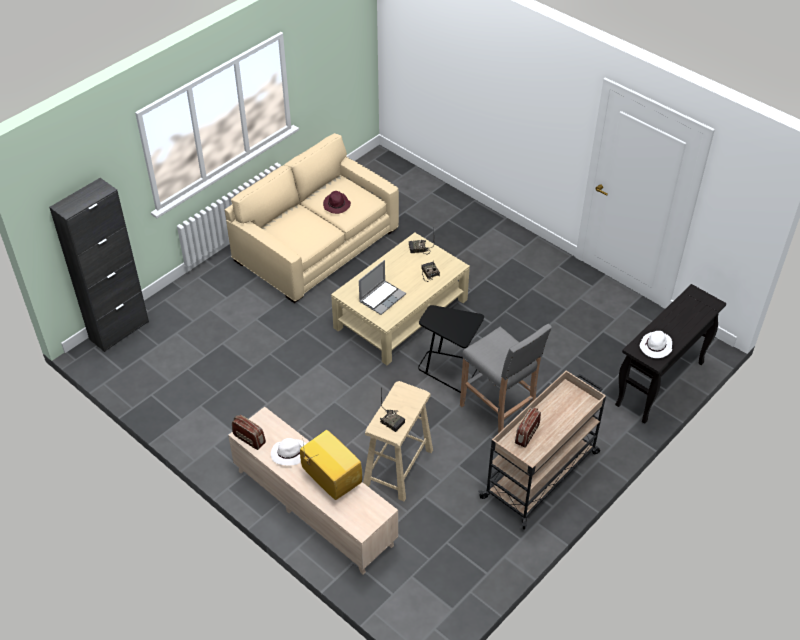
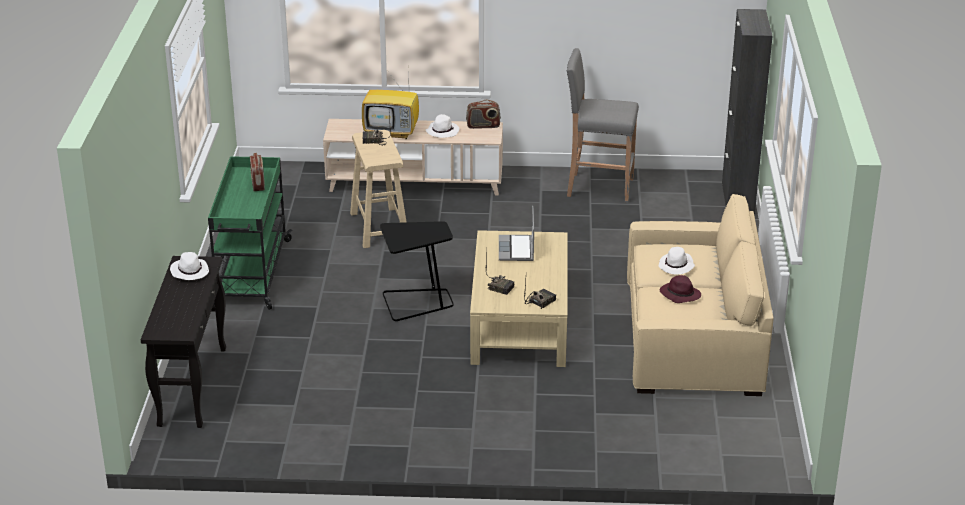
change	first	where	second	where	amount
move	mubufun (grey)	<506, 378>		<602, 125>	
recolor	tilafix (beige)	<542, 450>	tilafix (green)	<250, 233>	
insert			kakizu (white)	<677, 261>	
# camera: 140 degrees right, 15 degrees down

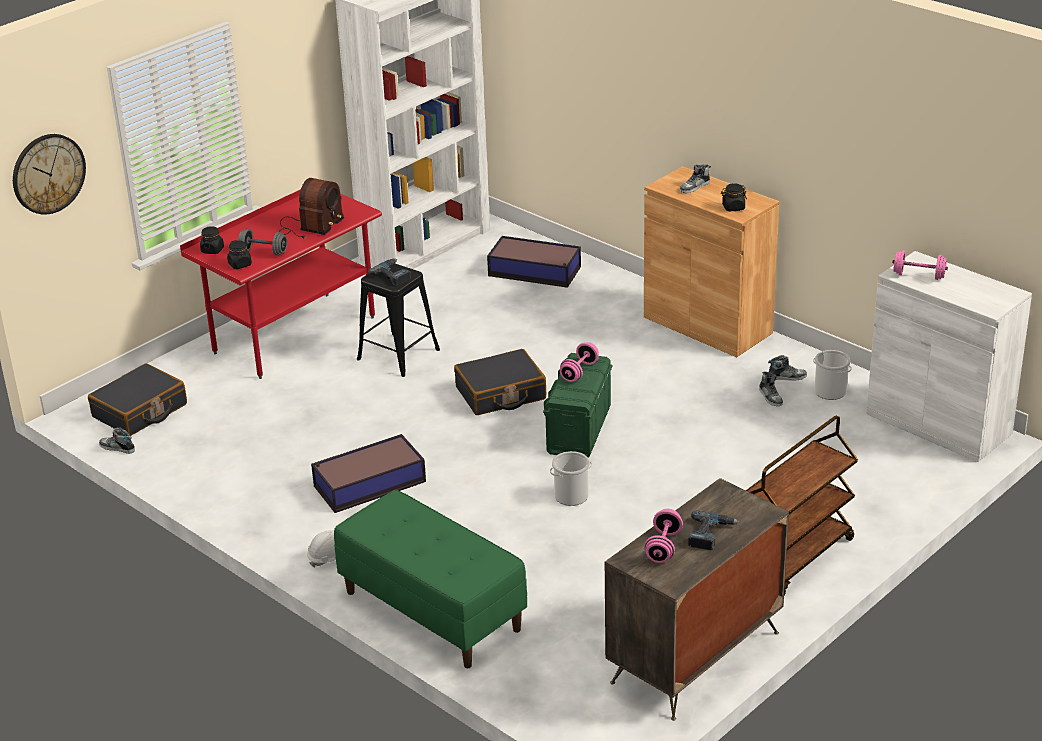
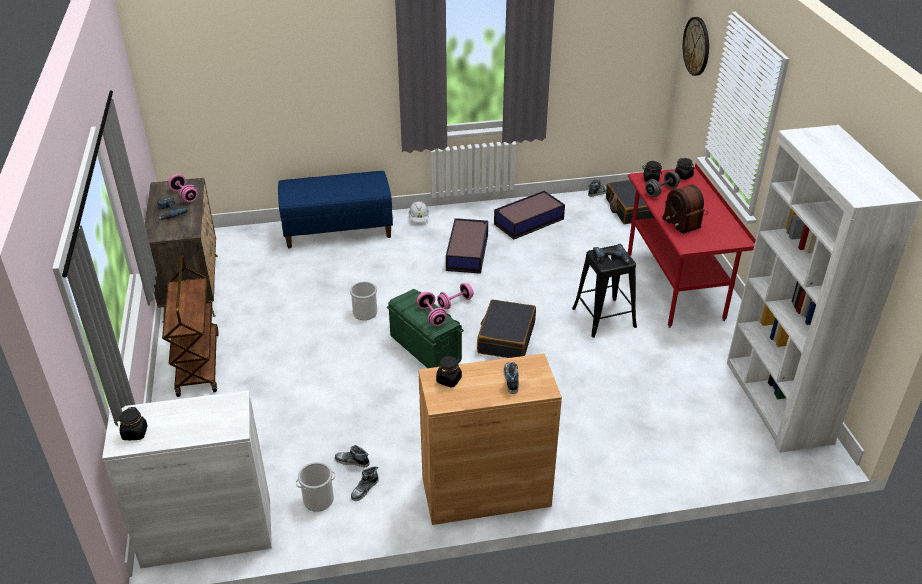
change	first	where	second	where	amount
recolor	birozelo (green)	<430, 579>	birozelo (blue)	<335, 209>	
move	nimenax	<534, 262>		<529, 215>	
move	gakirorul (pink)	<920, 265>		<455, 296>	
insert			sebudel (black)	<134, 423>	
# camera: 125 degrees right, 5 degrees up

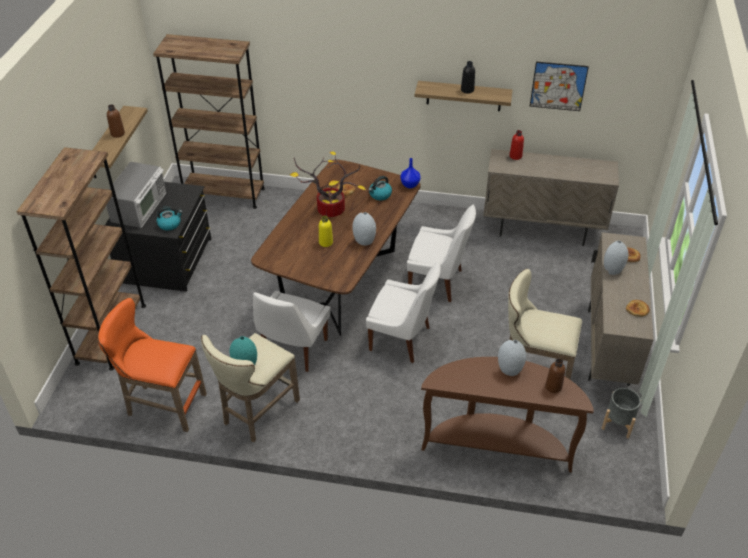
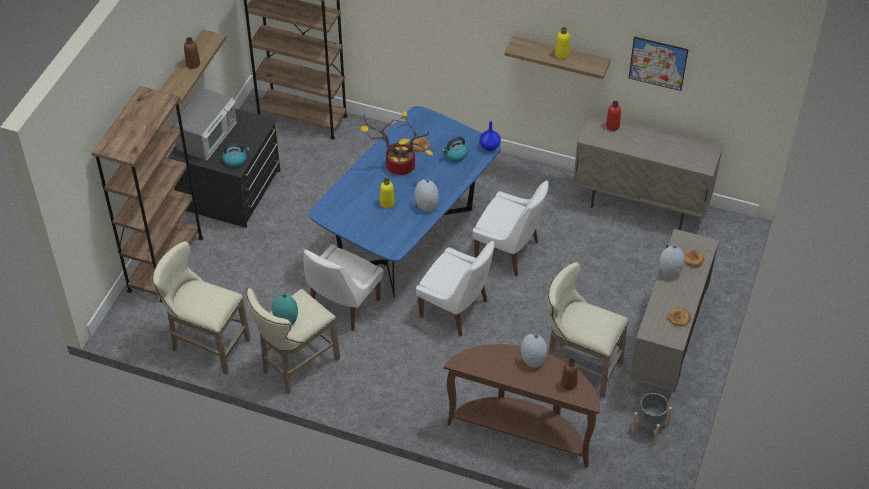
change	first	where	second	where	amount
recolor	mubufun (orange)	<152, 365>	mubufun (beige)	<201, 308>	
recolor	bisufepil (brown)	<336, 248>	bisufepil (blue)	<405, 201>	
recolor	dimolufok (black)	<468, 77>	dimolufok (yellow)	<562, 43>	
# camera: 10 degrees right, 5 degrees up

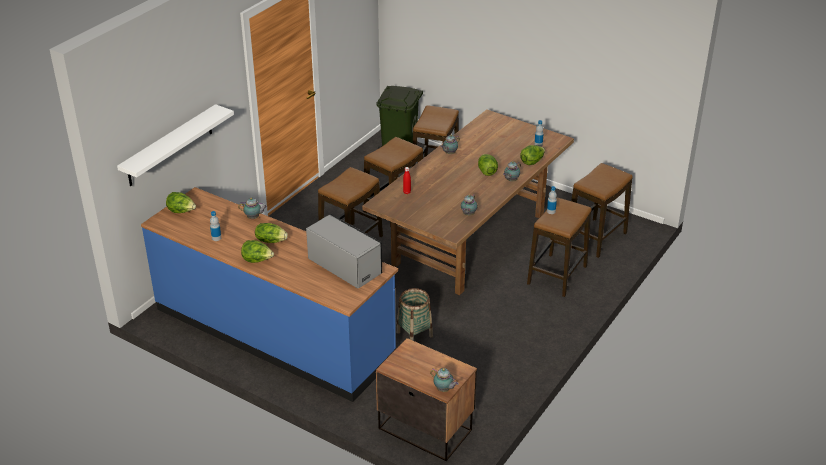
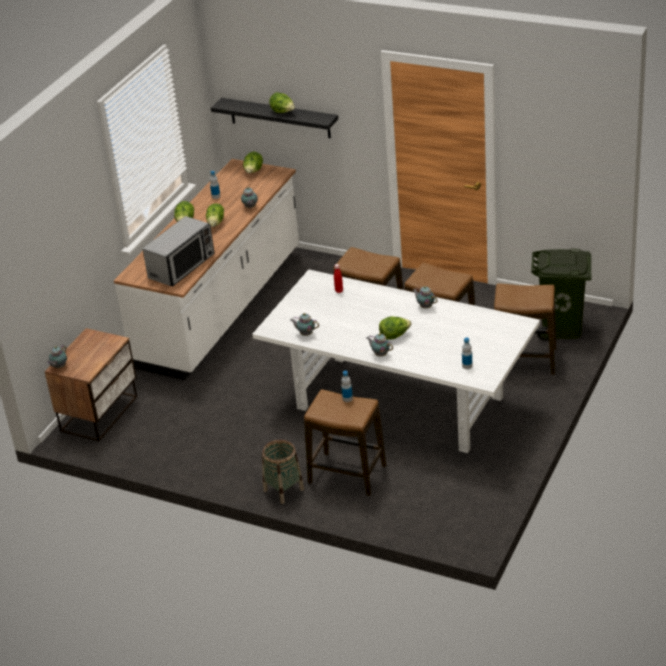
change	first	where	second	where	amount
recolor	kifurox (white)	<175, 145>	kifurox (black)	<274, 118>	
recolor	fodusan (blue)	<269, 294>	fodusan (white)	<206, 269>	
recolor	bisufepil (brown)	<468, 202>	bisufepil (white)	<396, 361>	
move	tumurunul	<414, 314>		<283, 472>	
move	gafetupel	<532, 155>		<282, 102>	
delete	mubufun	<602, 210>			
# camera: 85 degrees right, 0 degrees up

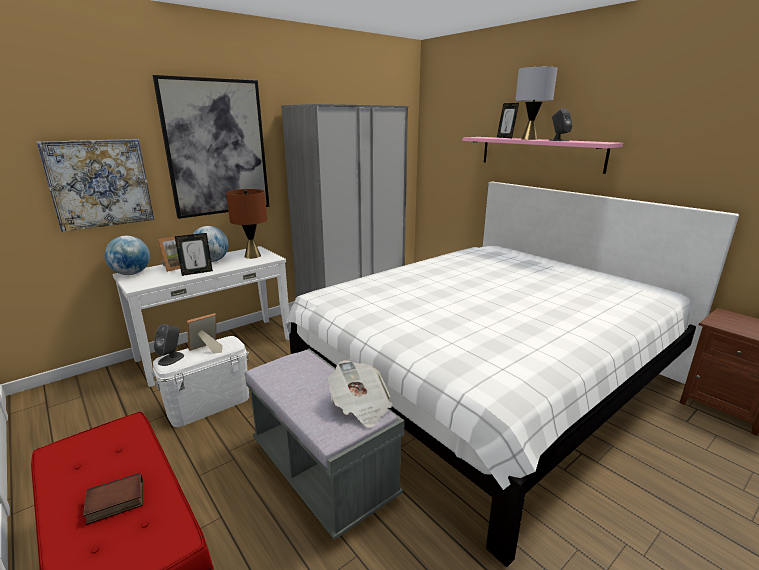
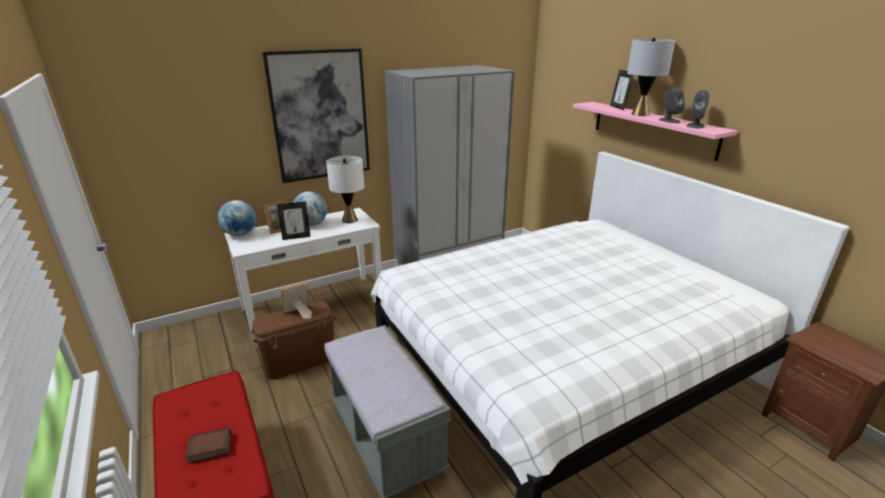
change	first	where	second	where	amount
delete	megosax	<95, 185>			
recolor	nimenax (white)	<200, 381>	nimenax (brown)	<293, 340>	
move	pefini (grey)	<169, 345>		<698, 109>	
recolor	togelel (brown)	<246, 224>	togelel (white)	<345, 189>	
delete	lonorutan	<360, 394>			
# camera: 10 degrees right, 5 degrees up

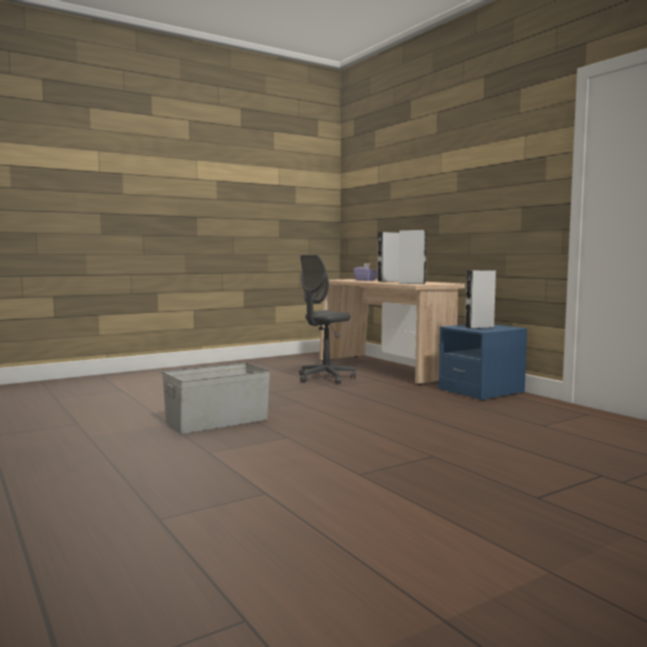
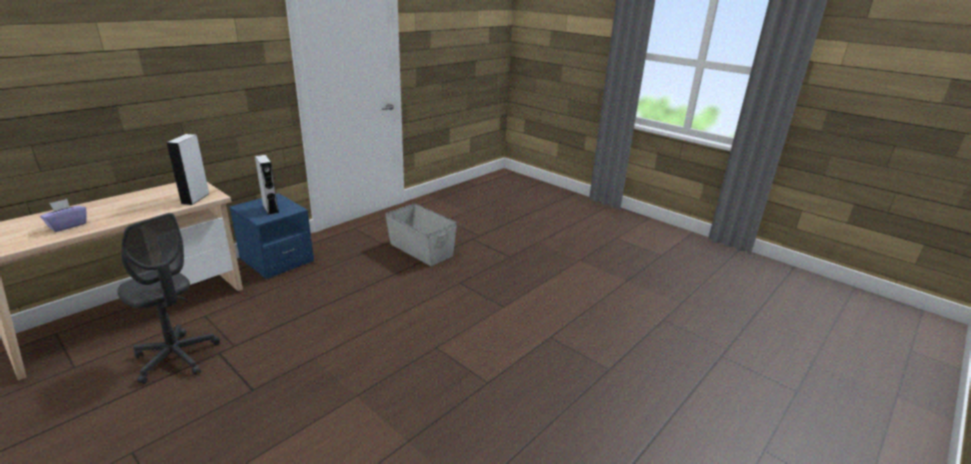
change	first	where	second	where	amount
move	nimenax (grey)	<216, 398>		<421, 234>	
delete	pefini (grey)	<388, 257>			
# camera: 105 degrees left, 20 degrees up

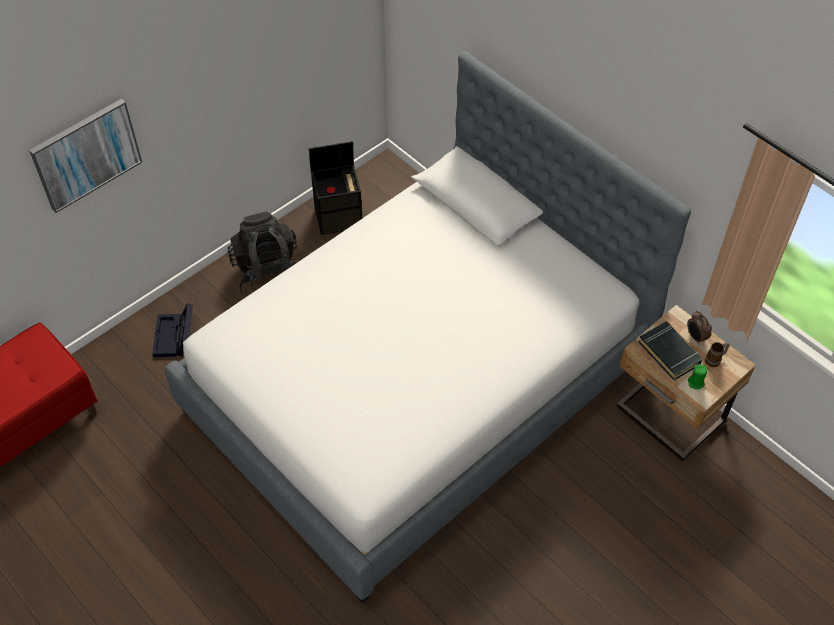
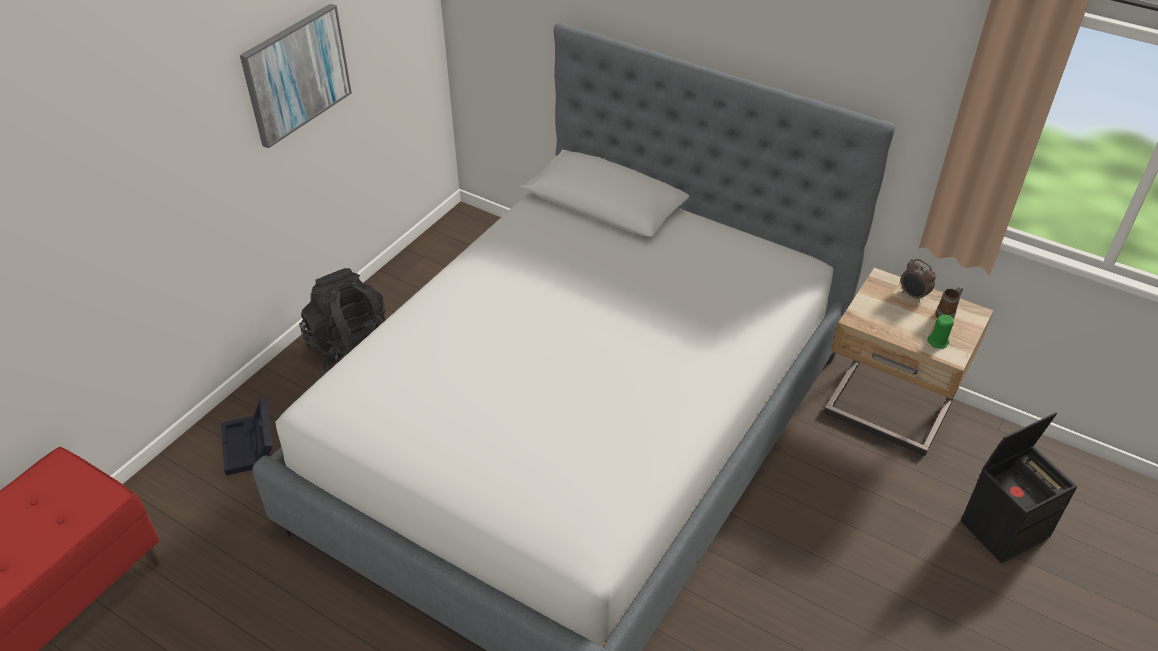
change	first	where	second	where	amount
move	megosax	<85, 156>		<296, 76>	
move	nimenax (black)	<335, 188>		<1019, 487>	
delete	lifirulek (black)	<671, 350>			
# camera: 15 degrees left, 10 degrees down

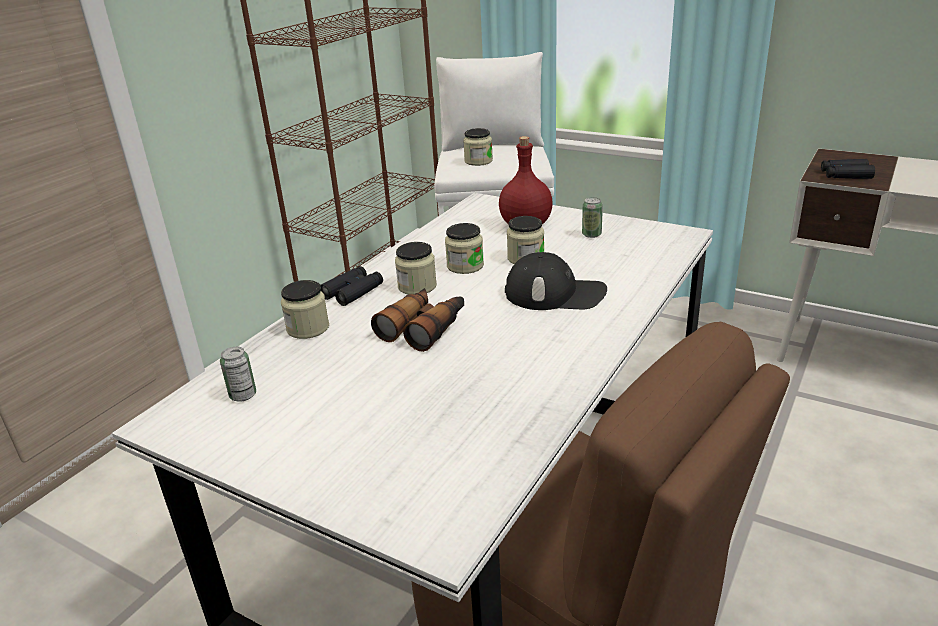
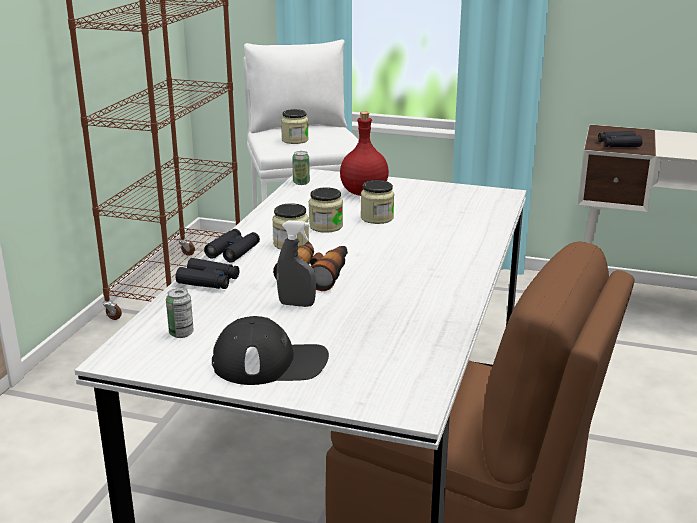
change	first	where	second	where	amount
replace	sebudel	<305, 309>	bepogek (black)	<207, 273>	
move	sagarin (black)	<556, 281>		<270, 350>	
move	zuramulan	<592, 217>		<301, 168>	
insert			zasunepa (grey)	<296, 263>	
# camera: 15 degrees left, 5 degrees down

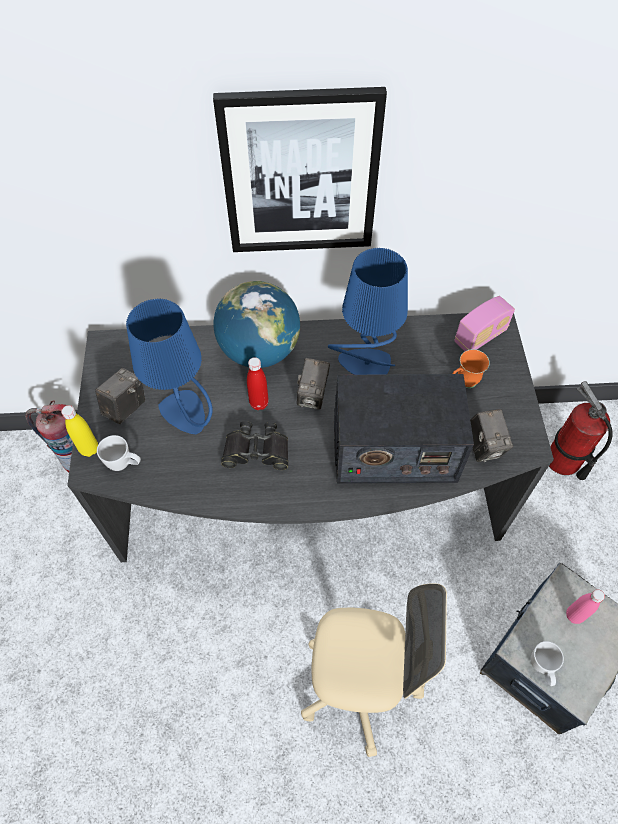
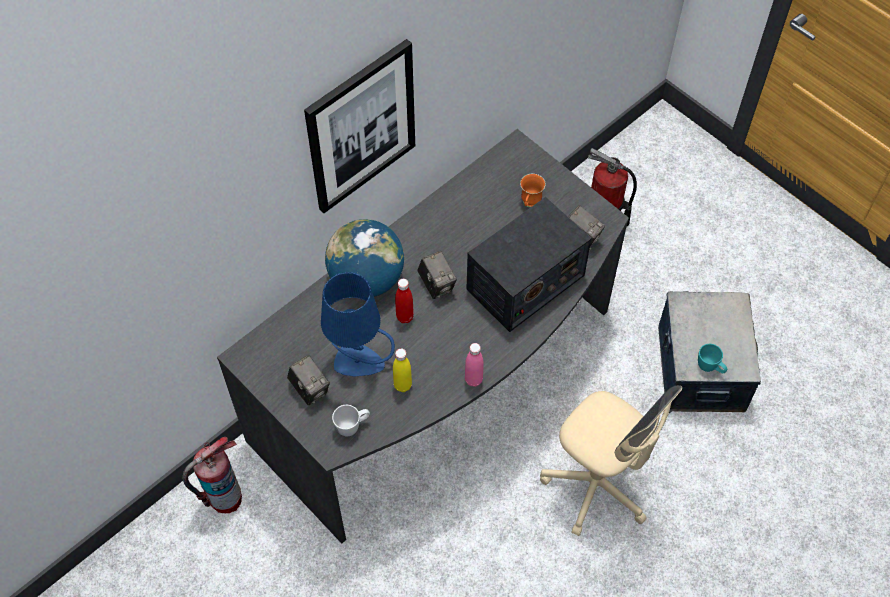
change	first	where	second	where	amount
move	dimolufok (yellow)	<79, 431>		<402, 370>	
rotate	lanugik	<120, 396>		<308, 380>	150 degrees clockwise
delete	bepogek (black)	<255, 445>			
rotate	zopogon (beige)	<374, 670>		<611, 460>	75 degrees clockwise
delete	togelel (blue)	<368, 311>			
delete	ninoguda	<484, 323>			
recolor	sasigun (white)	<547, 663>	sasigun (turquoise)	<712, 358>	
move	dimolufok (pink)	<585, 606>		<474, 365>	
# camera: 40 degrees left, 0 degrees up

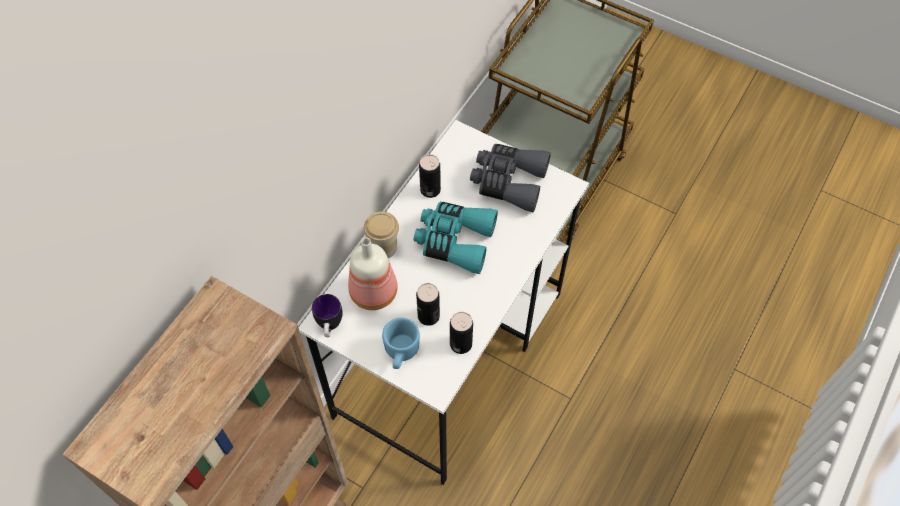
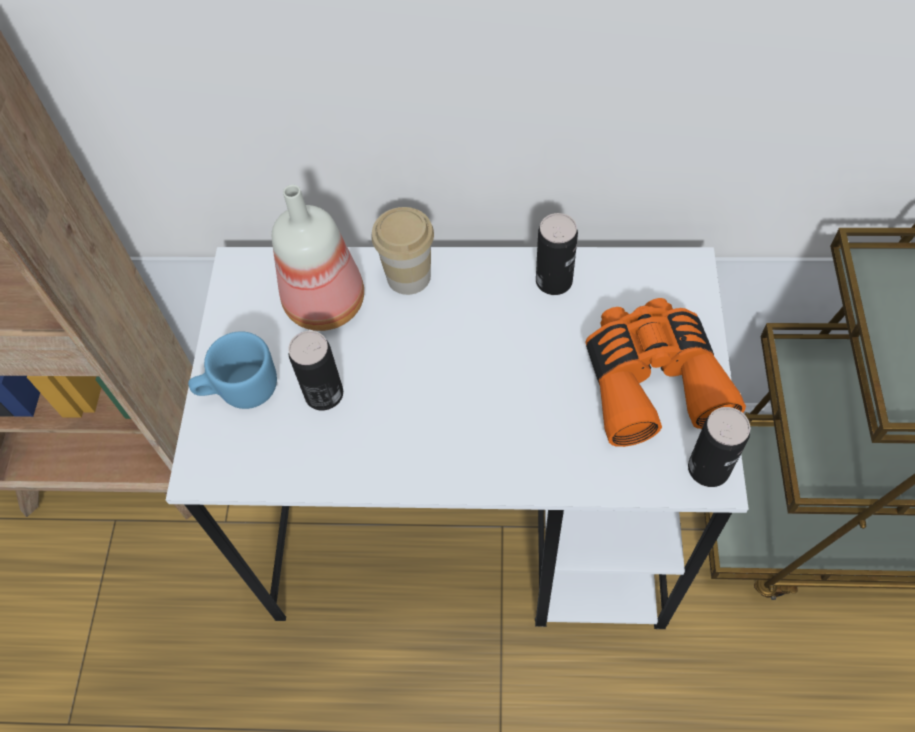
change	first	where	second	where	amount
delete	sasigun	<327, 315>			
delete	bepogek (turquoise)	<456, 237>			
move	zuramulan	<461, 333>		<719, 447>	
recolor	bepogek (grey)	<510, 178>	bepogek (orange)	<665, 372>	
# camera: 65 degrees right, 0 degrees up

